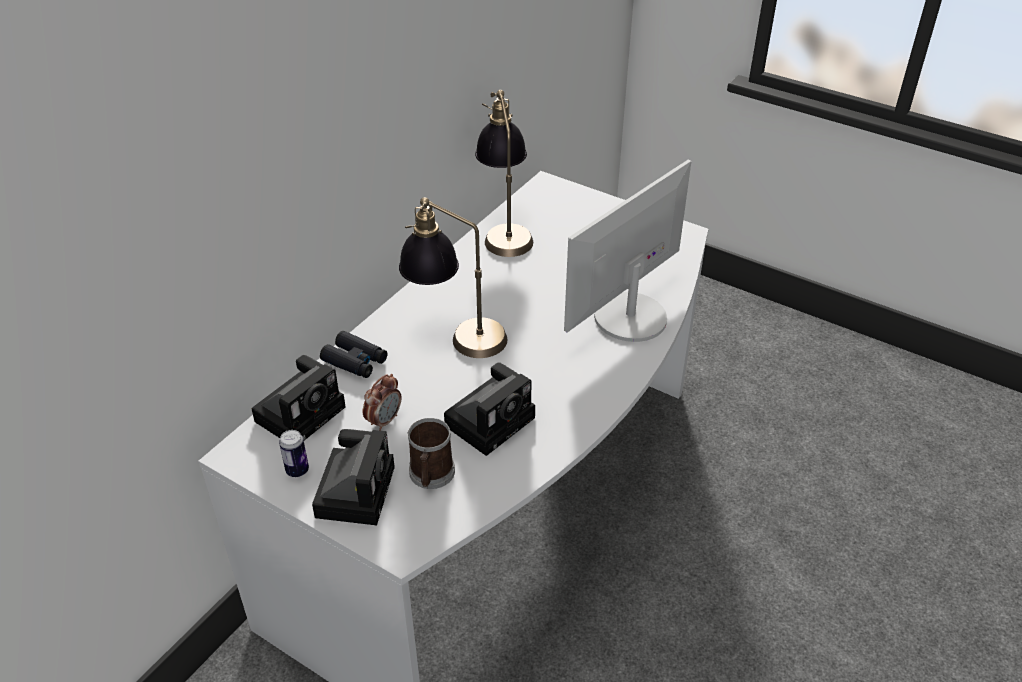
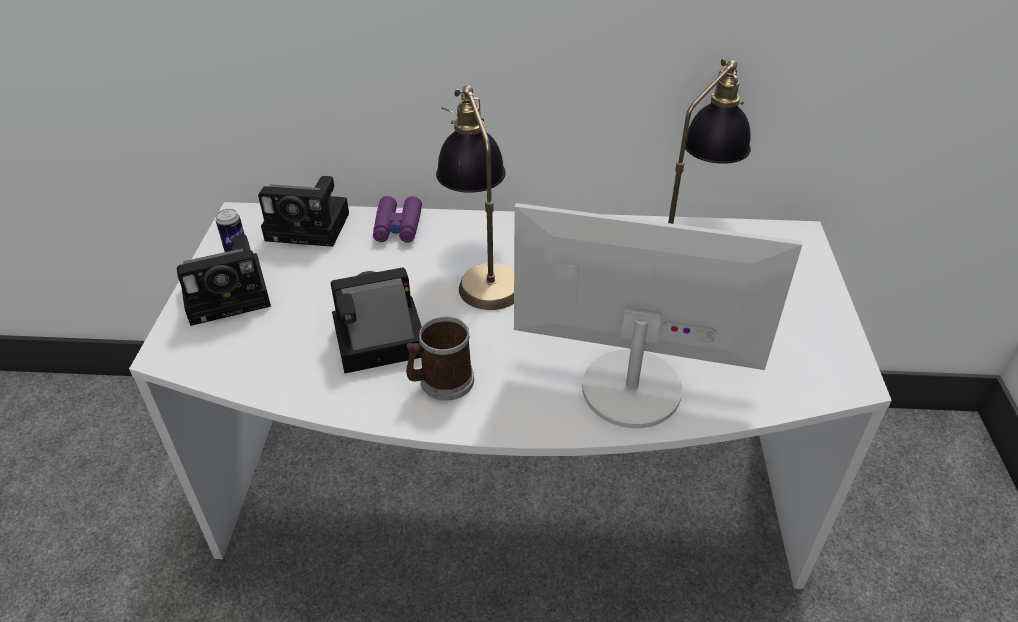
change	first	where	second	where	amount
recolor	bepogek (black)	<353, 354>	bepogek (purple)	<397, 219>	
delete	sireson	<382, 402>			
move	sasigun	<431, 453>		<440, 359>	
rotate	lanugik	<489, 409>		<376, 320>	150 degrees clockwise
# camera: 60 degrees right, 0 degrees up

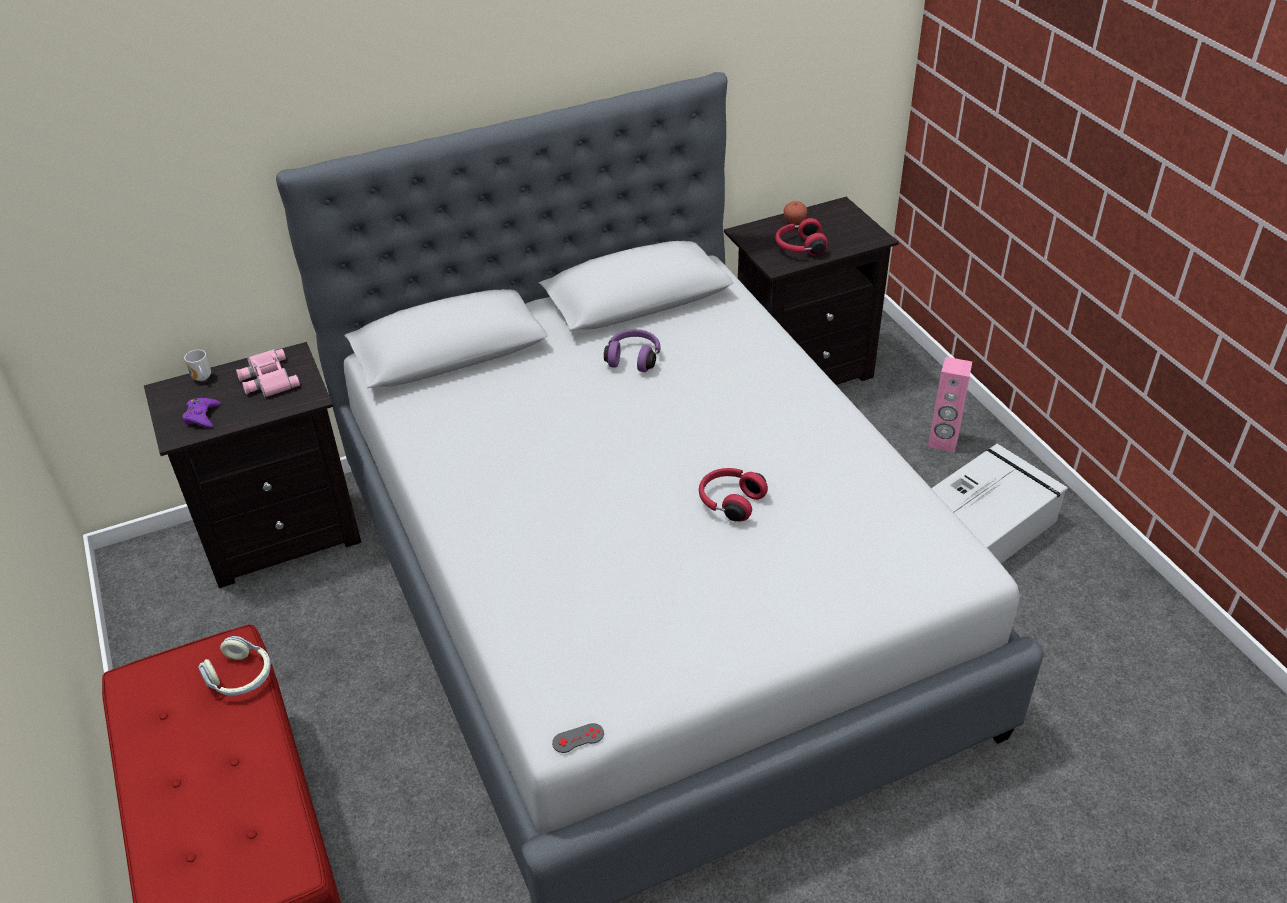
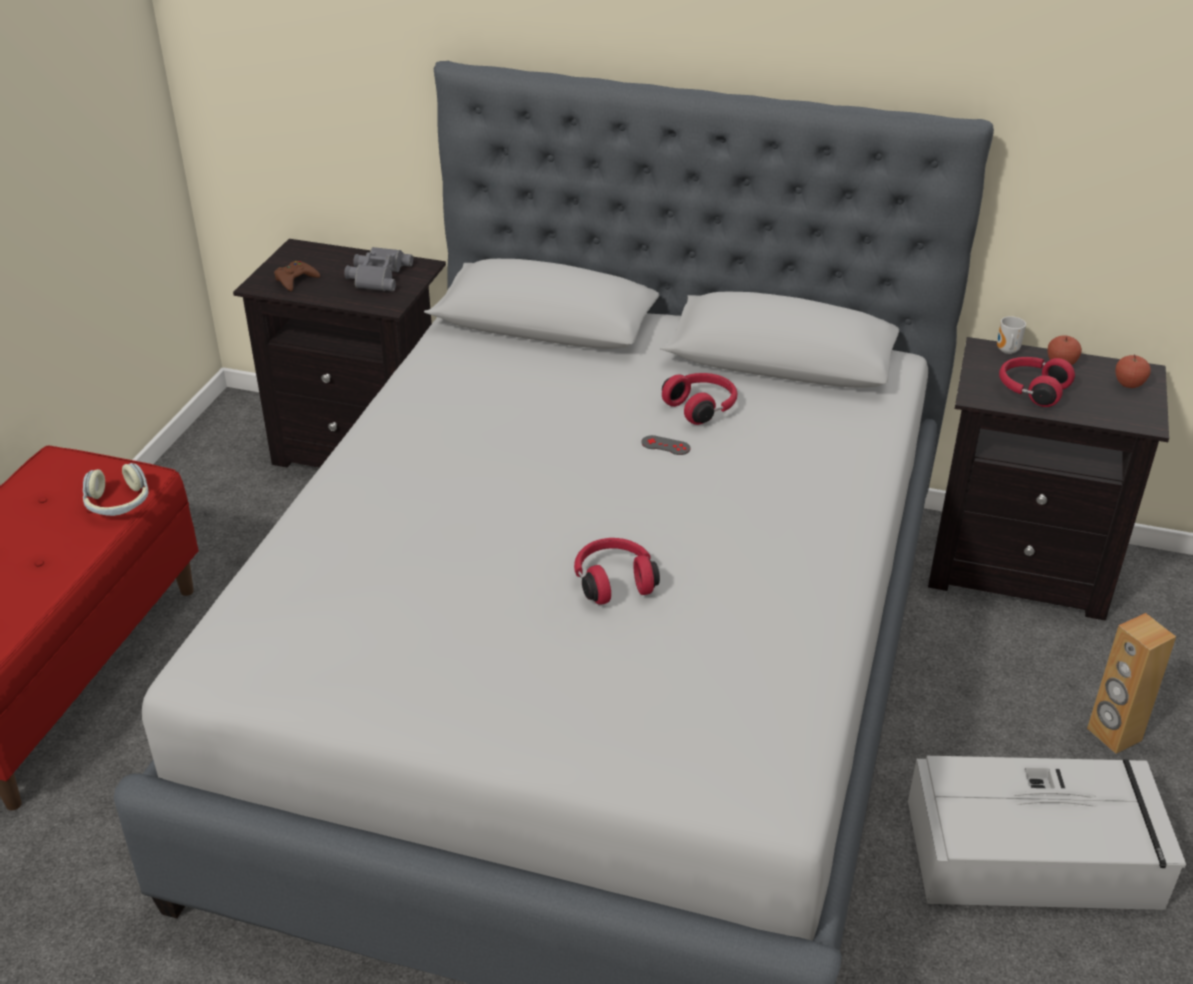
change	first	where	second	where	amount
recolor	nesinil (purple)	<201, 413>	nesinil (brown)	<297, 276>	
move	sasigun	<197, 365>		<1011, 335>	
recolor	bepogek (pink)	<268, 373>	bepogek (grey)	<378, 269>	
move	nesinil (grey)	<578, 738>		<666, 445>	
recolor	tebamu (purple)	<632, 350>	tebamu (red)	<699, 399>	
recolor	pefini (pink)	<950, 404>	pefini (brown)	<1131, 683>	
insert			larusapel	<1133, 371>	
# camera: 40 degrees right, 5 degrees down

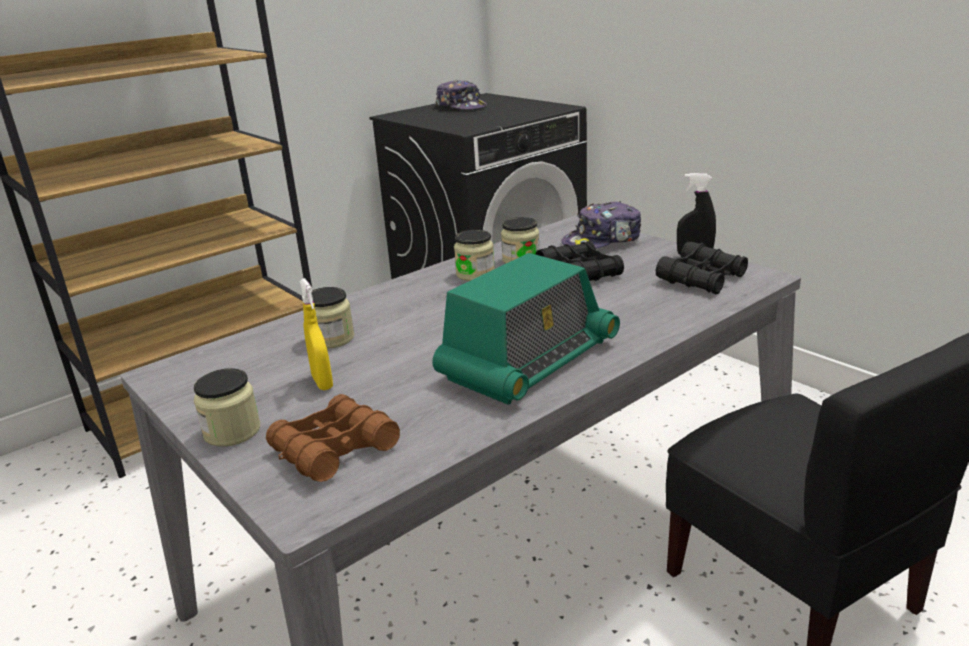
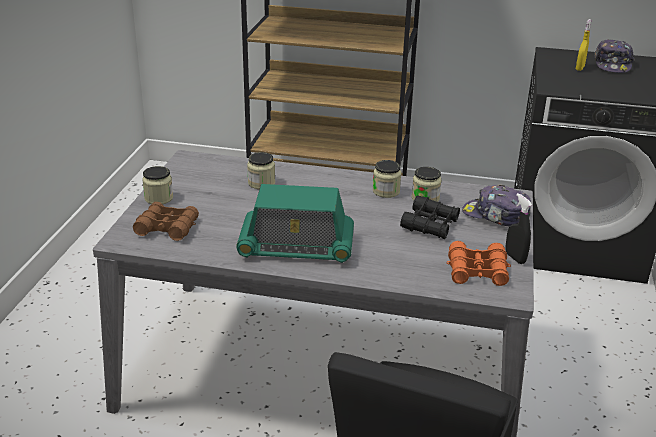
change	first	where	second	where	amount
move	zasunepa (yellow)	<316, 334>		<583, 45>	
recolor	bepogek (black)	<702, 267>	bepogek (orange)	<478, 263>	
# camera: 50 degrees right, 5 degrees up

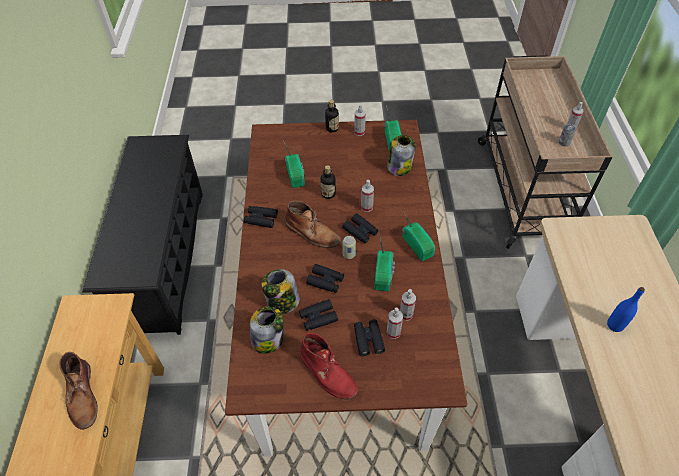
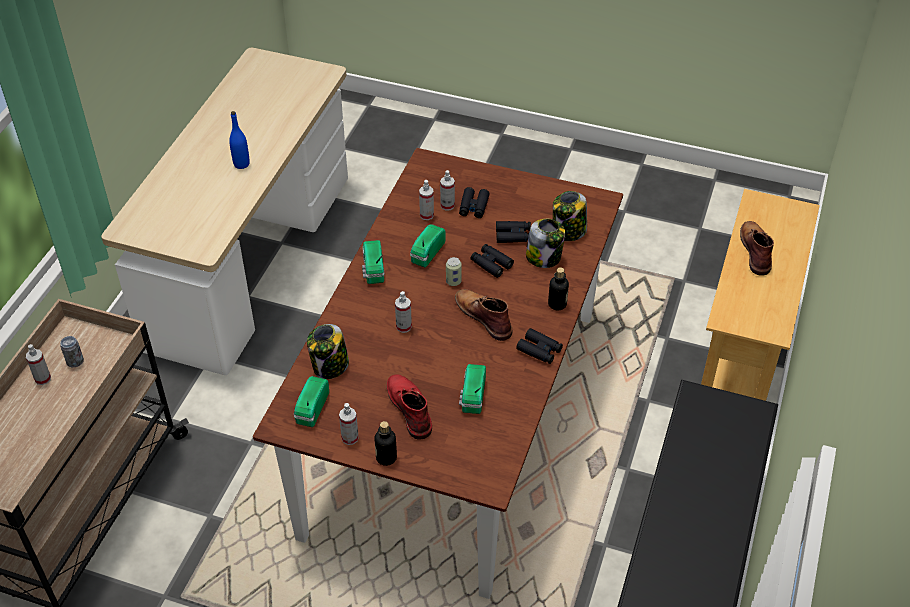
change	first	where	second	where	amount
move	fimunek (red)	<329, 366>		<409, 407>	
move	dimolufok	<328, 182>		<558, 288>	
delete	bepogek (black)	<360, 228>			
# camera: 160 degrees left, 5 degrees down

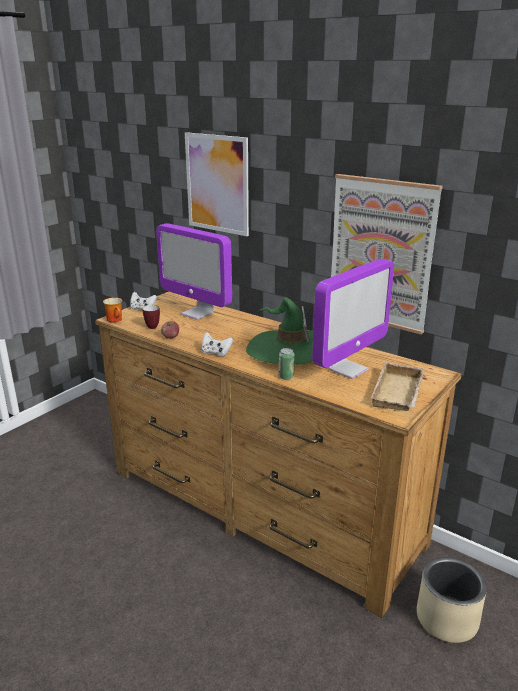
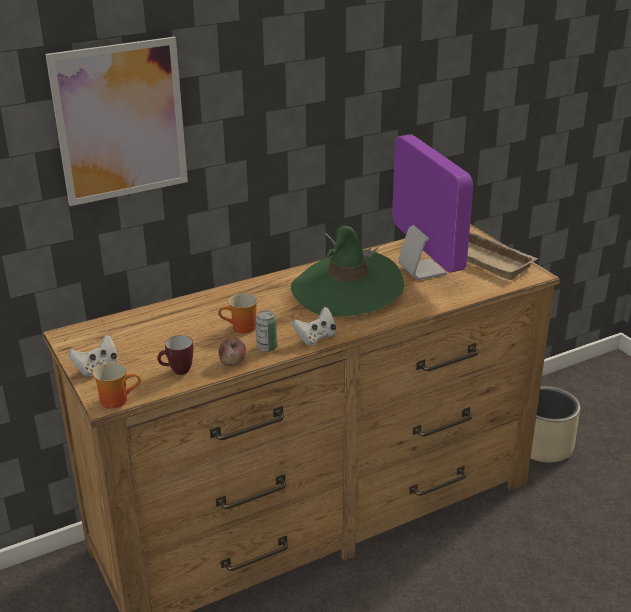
change	first	where	second	where	amount
delete	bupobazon	<194, 271>			
move	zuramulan	<287, 364>		<266, 331>	
delete	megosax	<387, 254>			
insert			sasigun	<238, 313>	
# camera: 65 degrees left, 5 degrees up

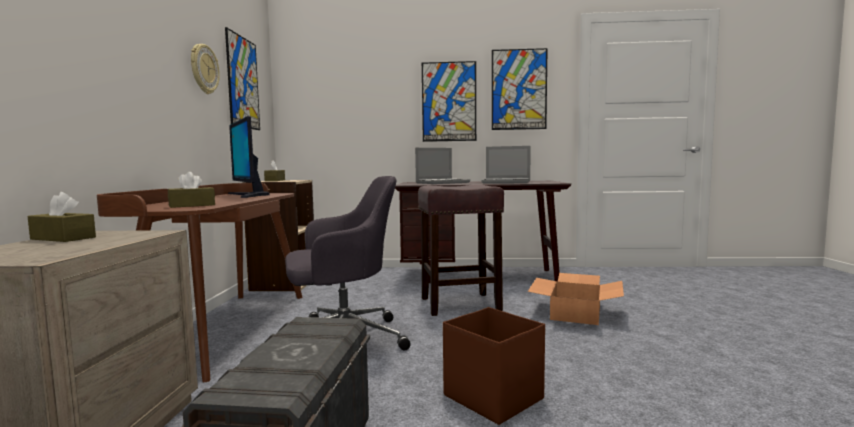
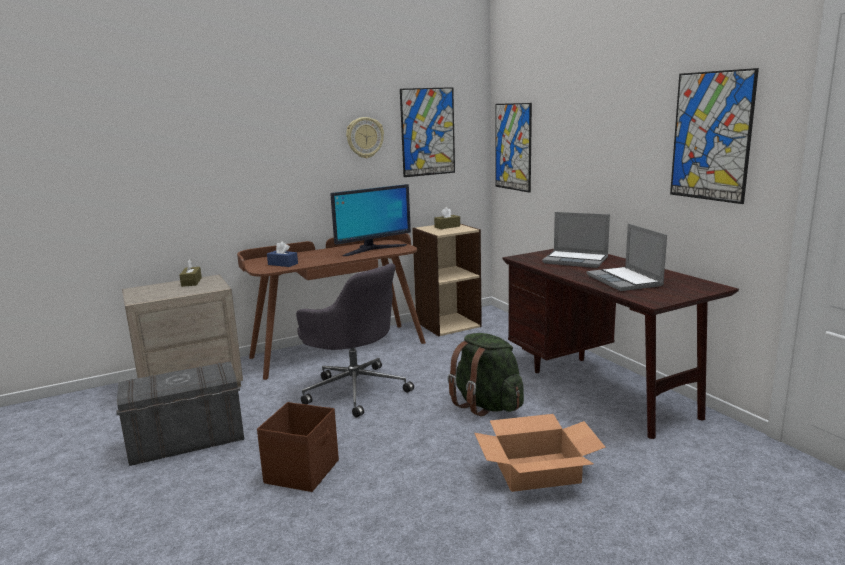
change	first	where	second	where	amount
recolor	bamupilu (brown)	<191, 190>	bamupilu (blue)	<282, 254>	
rotate	bupobazon	<249, 157>		<370, 220>	150 degrees counterclockwise
replace	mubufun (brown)	<461, 250>	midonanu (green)	<485, 374>	
move	megosax	<449, 101>		<513, 148>	
# camera: 60 degrees right, 10 degrees up

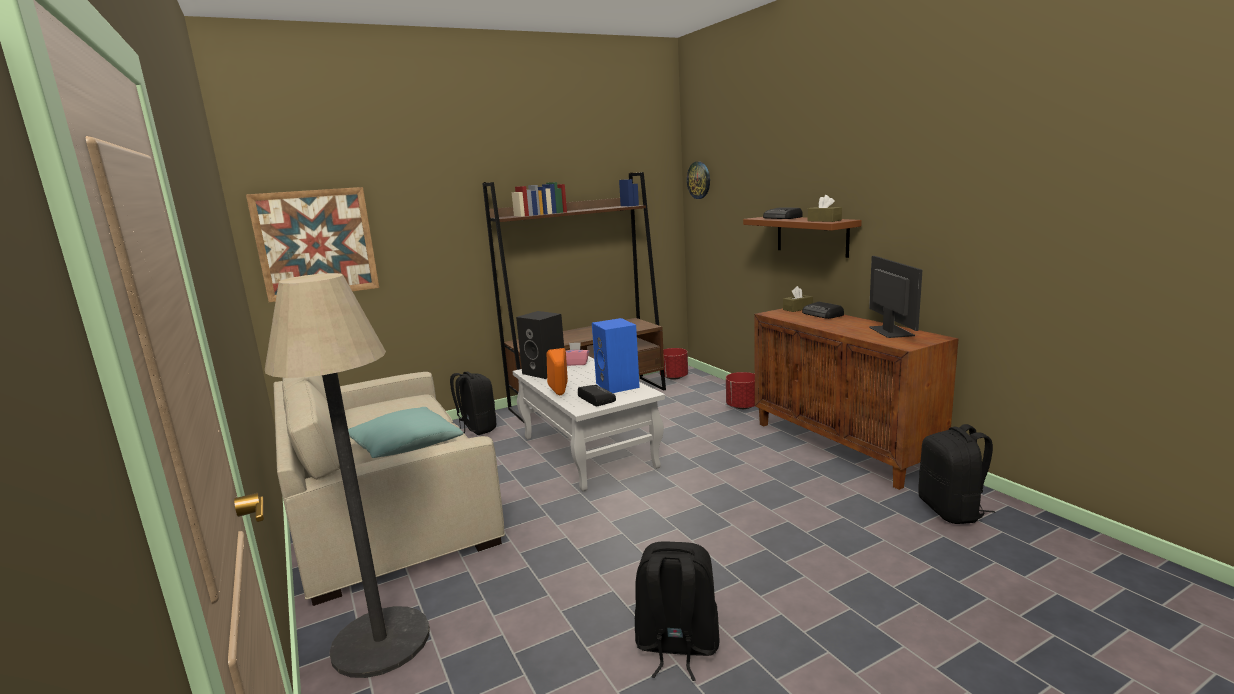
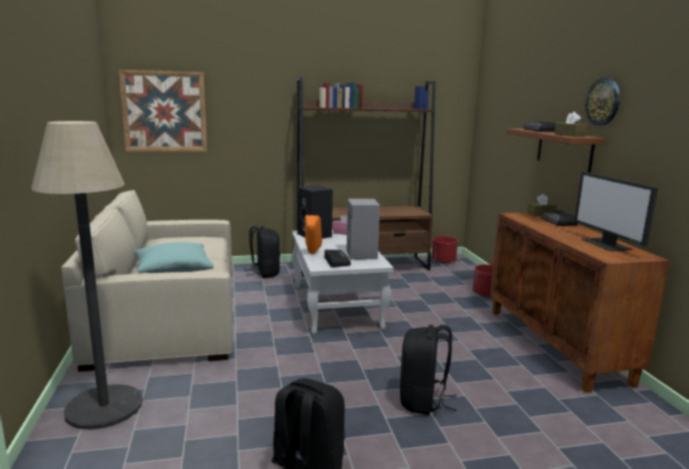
change	first	where	second	where	amount
recolor	pefini (blue)	<616, 355>	pefini (grey)	<363, 229>	
move	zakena	<698, 180>		<602, 102>	
rotate	bupobazon	<895, 297>		<616, 211>	150 degrees clockwise
move	midonanu (black)	<956, 474>		<428, 370>	
# camera: 15 degrees right, 0 degrees up

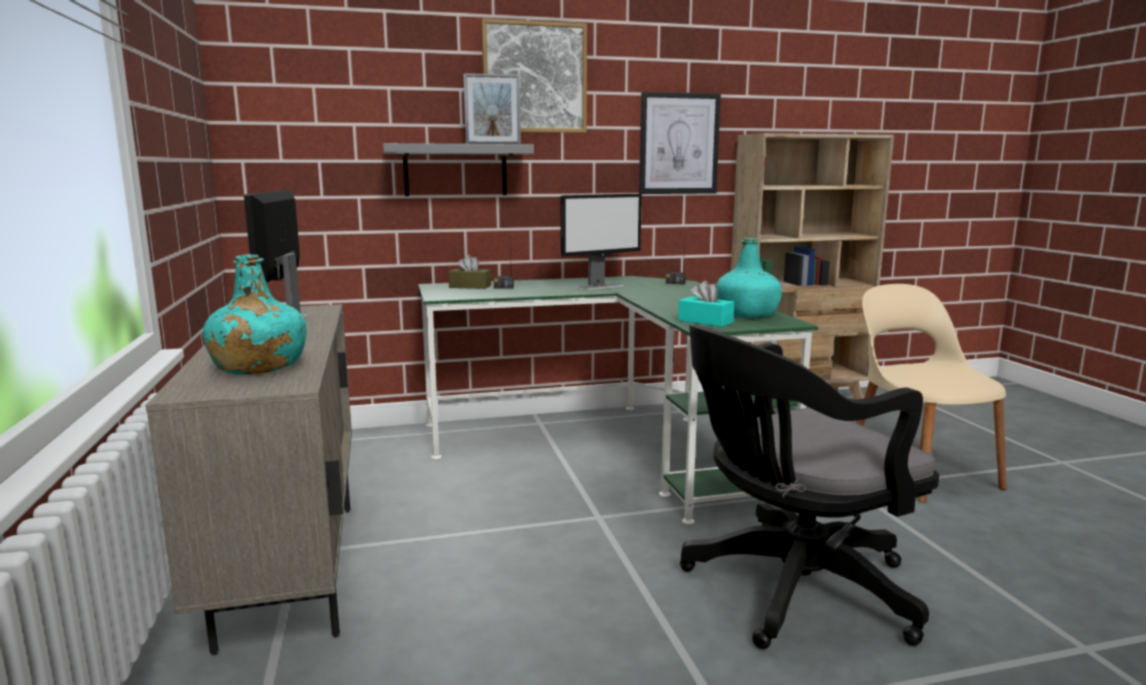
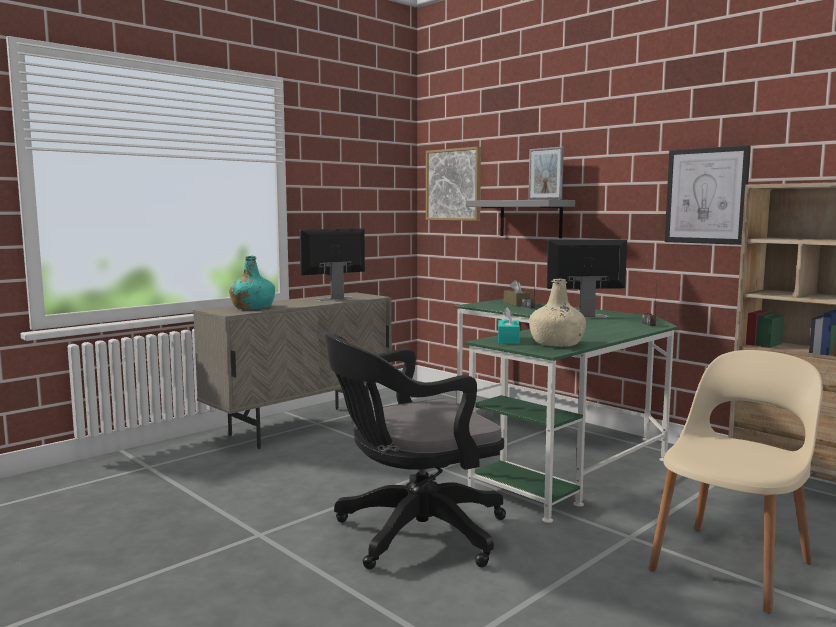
change	first	where	second	where	amount
move	megosax	<534, 75>		<453, 184>	
rotate	bupobazon	<601, 242>		<587, 279>	150 degrees clockwise
rotate	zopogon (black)	<809, 487>		<415, 450>	60 degrees counterclockwise
recolor	dimolufok (turquoise)	<749, 278>	dimolufok (beige)	<557, 313>	
# camera: 60 degrees right, 5 degrees down

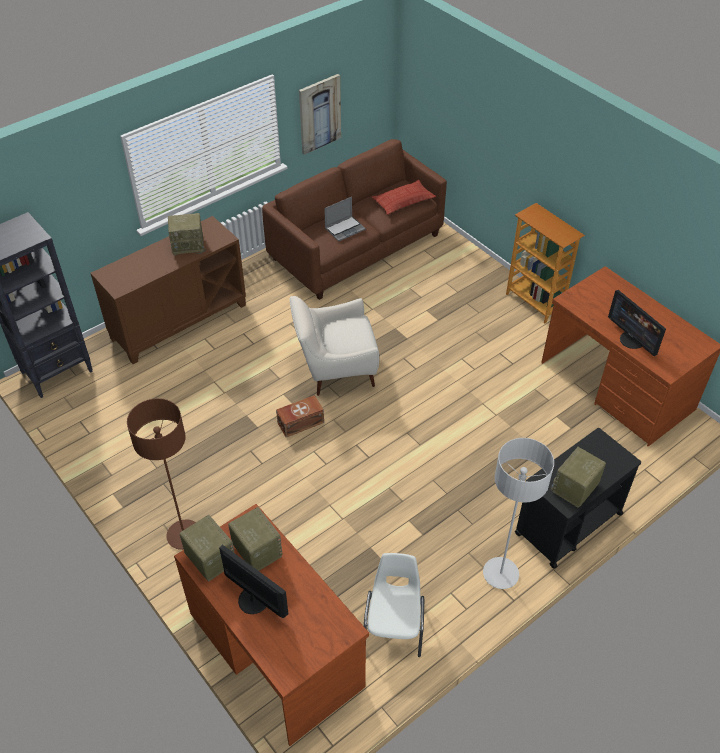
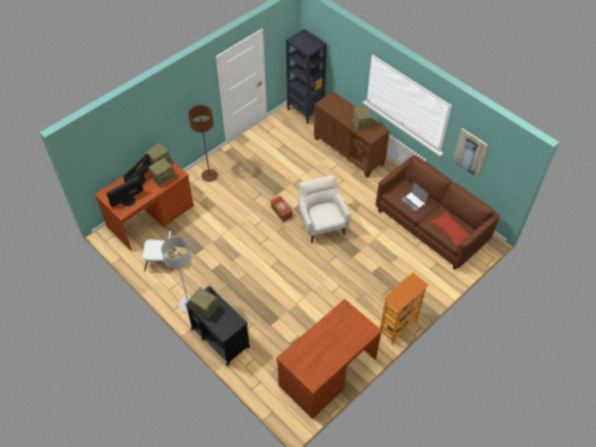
change	first	where	second	where	amount
move	bupobazon	<637, 323>		<124, 191>	
# camera: 85 degrees right, 5 degrees up

